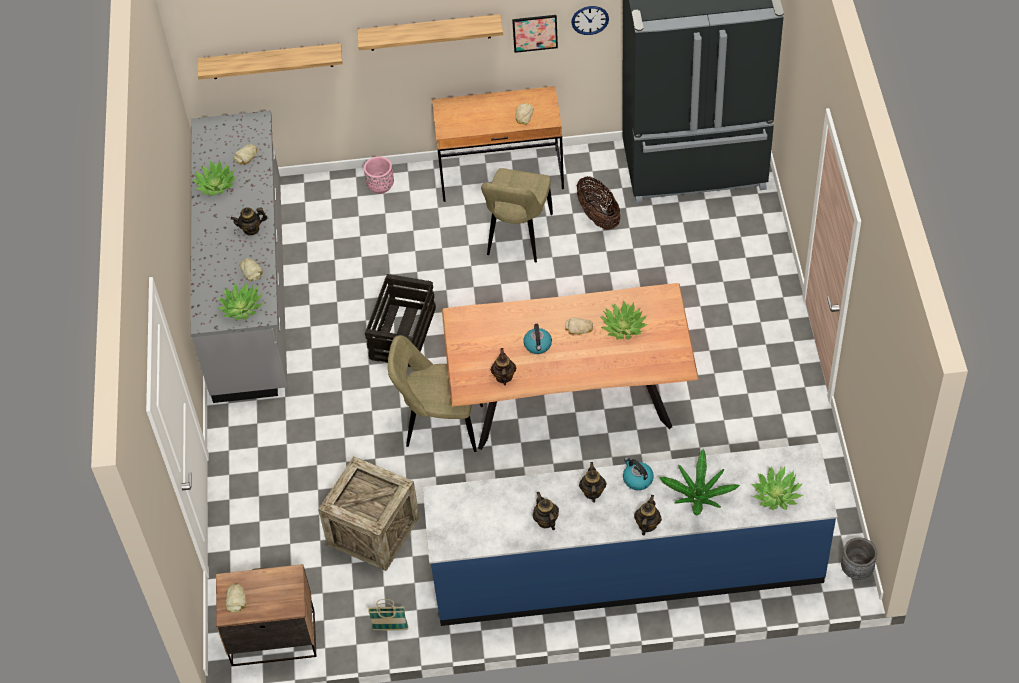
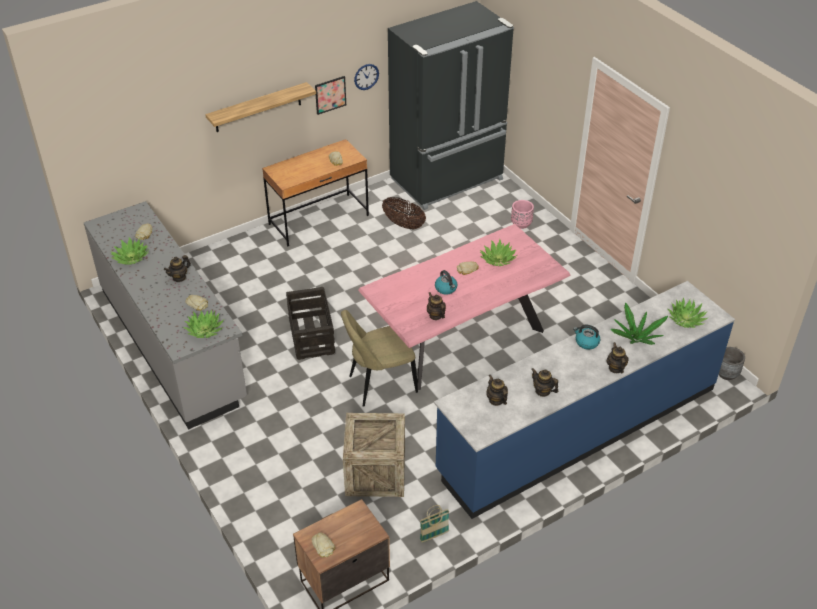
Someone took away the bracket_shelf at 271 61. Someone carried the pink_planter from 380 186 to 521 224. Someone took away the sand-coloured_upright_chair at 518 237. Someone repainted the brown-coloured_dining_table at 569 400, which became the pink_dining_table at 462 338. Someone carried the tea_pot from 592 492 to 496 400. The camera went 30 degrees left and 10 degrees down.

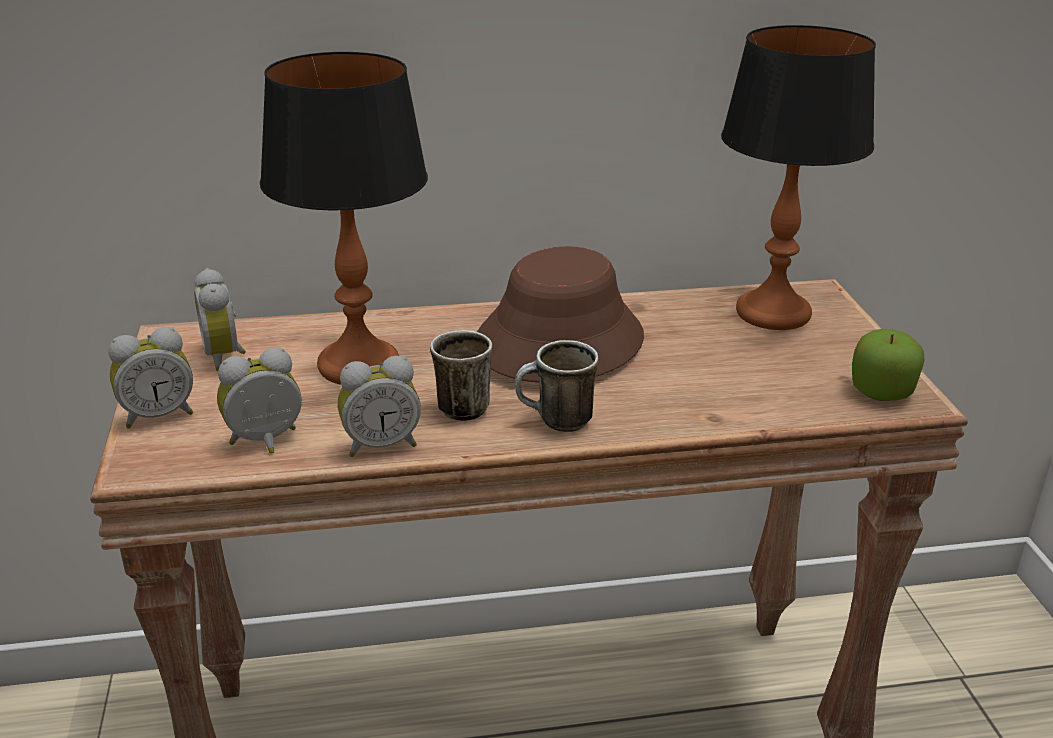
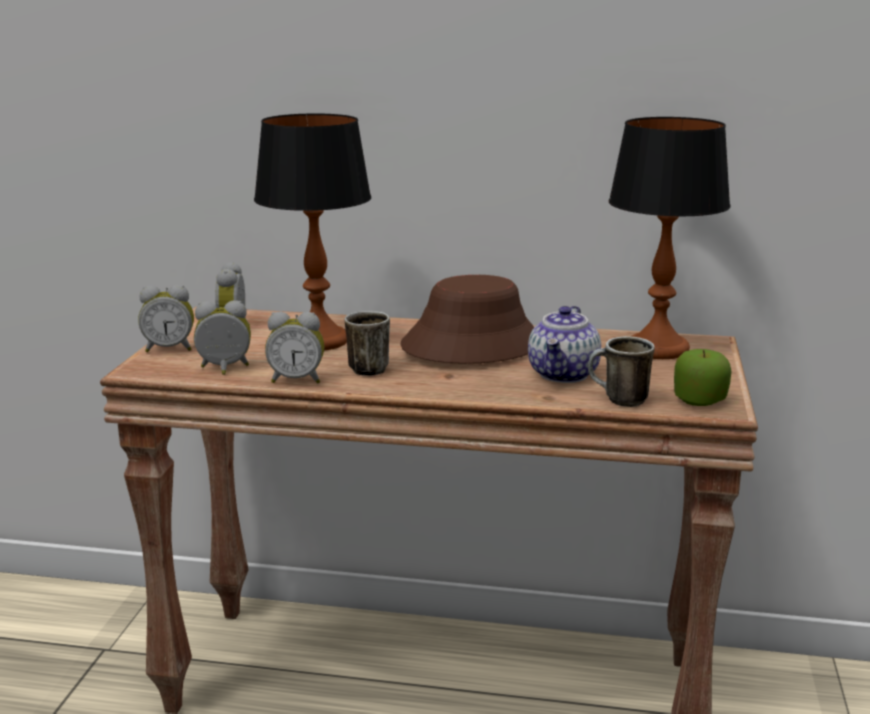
Someone carried the mug from 555 423 to 618 401. Someone put down the tea_pot at 564 375. The camera went 20 degrees right and 10 degrees down.

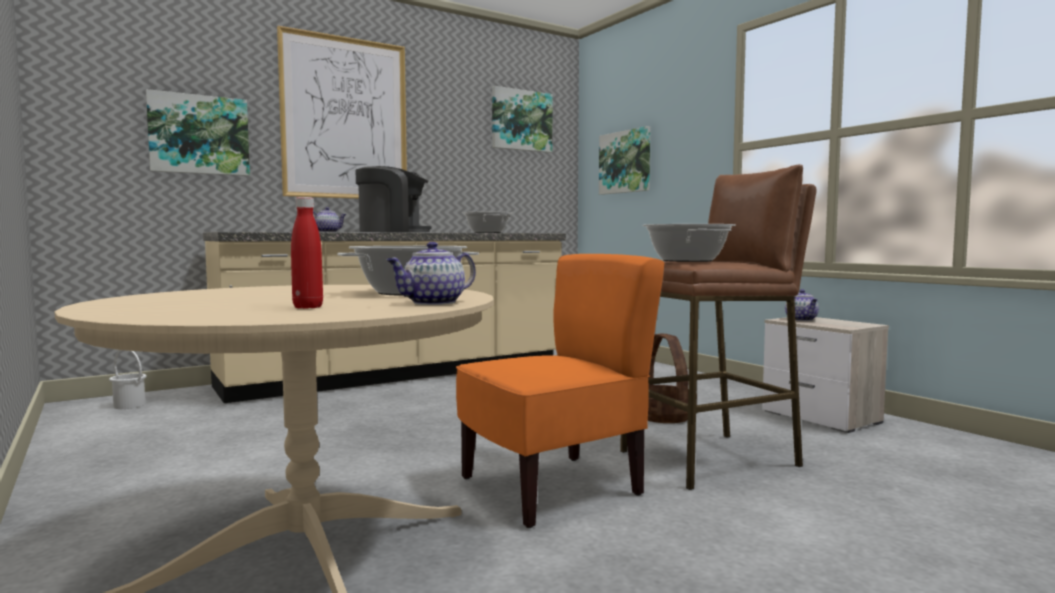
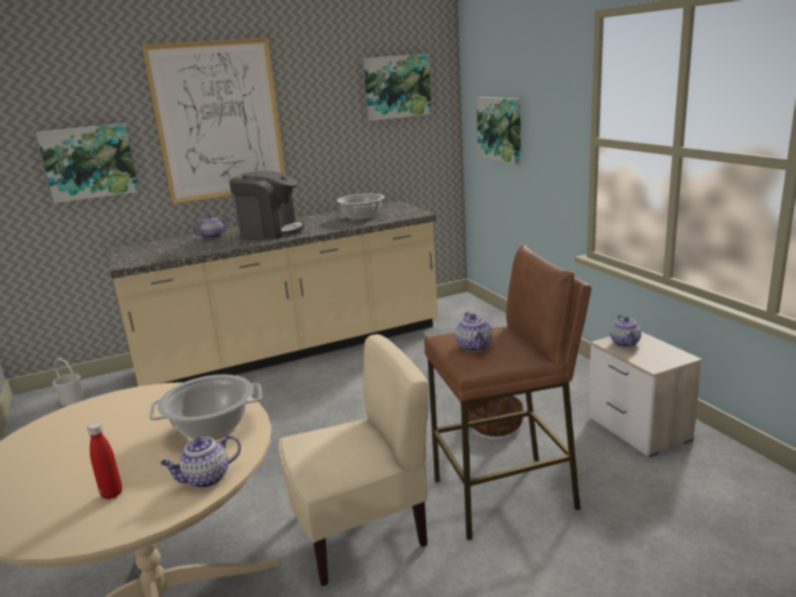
Someone swapped the saucepot at 688 261 for the tea_pot at 474 347. Someone repainted the orangey_upright_chair at 552 488, which became the sand-coloured_upright_chair at 360 532. The camera went 10 degrees right and 15 degrees up.

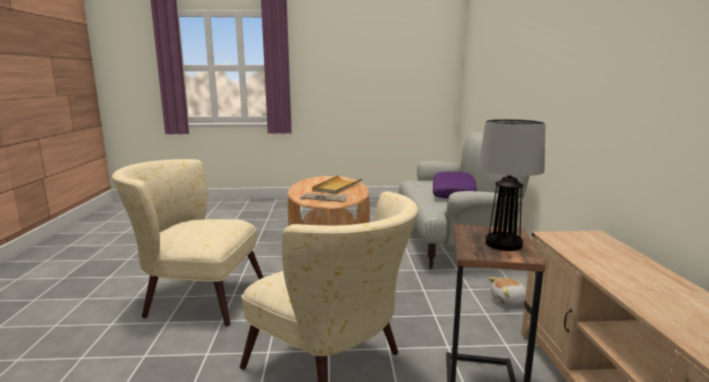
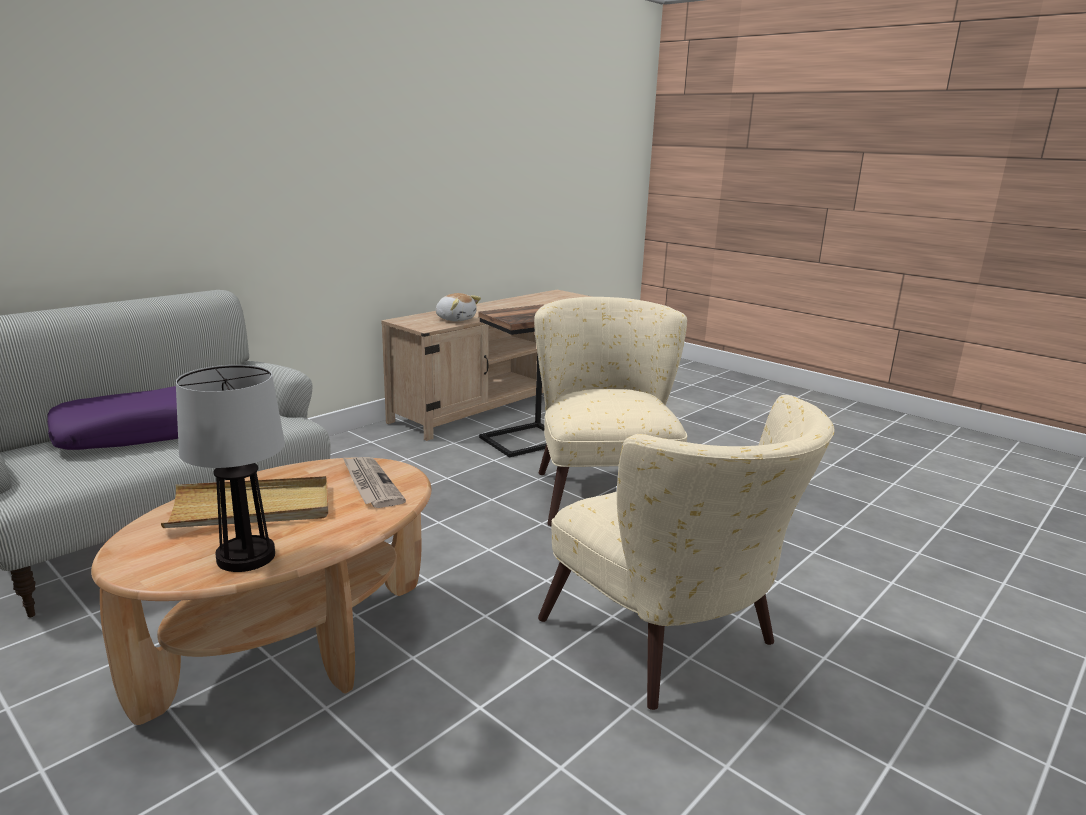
Someone carried the table_lamp from 503 243 to 244 557. Someone carried the plush_toy from 509 301 to 456 319. The camera went 135 degrees left and 5 degrees up.

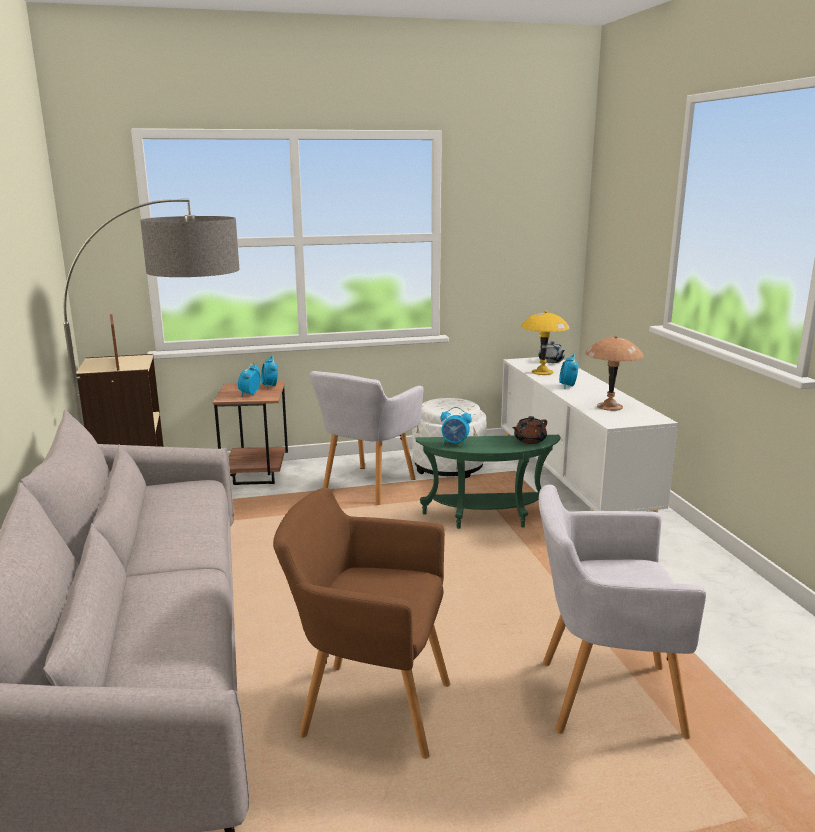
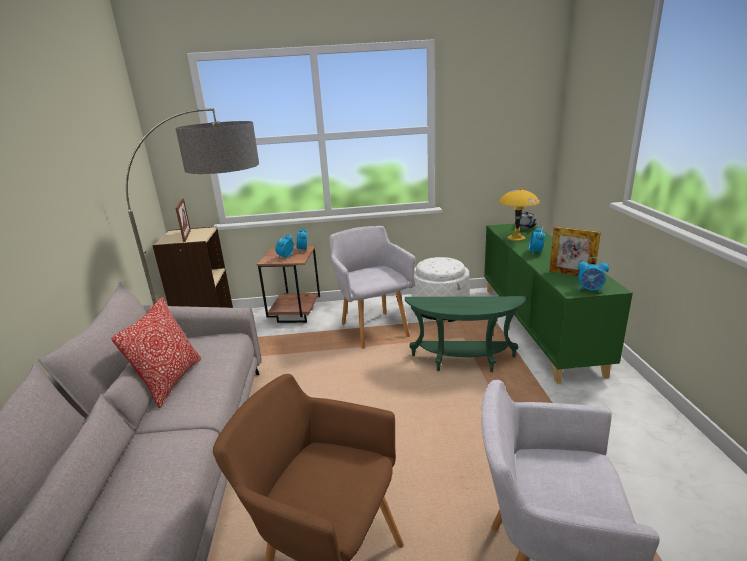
Someone swapped the brown-coloured_table_lamp at 610 406 for the picture_frame at 571 274. Someone repainted the white_storage_cabinet at 571 481, which became the green_storage_cabinet at 538 327. Someone rotated the grey_armchair at 366 487 by 120 degrees clockwise. Someone carried the alarm_clock from 455 443 to 590 290. Someone took away the brown-coloured_tea_pot at 529 440. Someone put down the throw_pillow at 170 381. The camera went 10 degrees right and 5 degrees up.

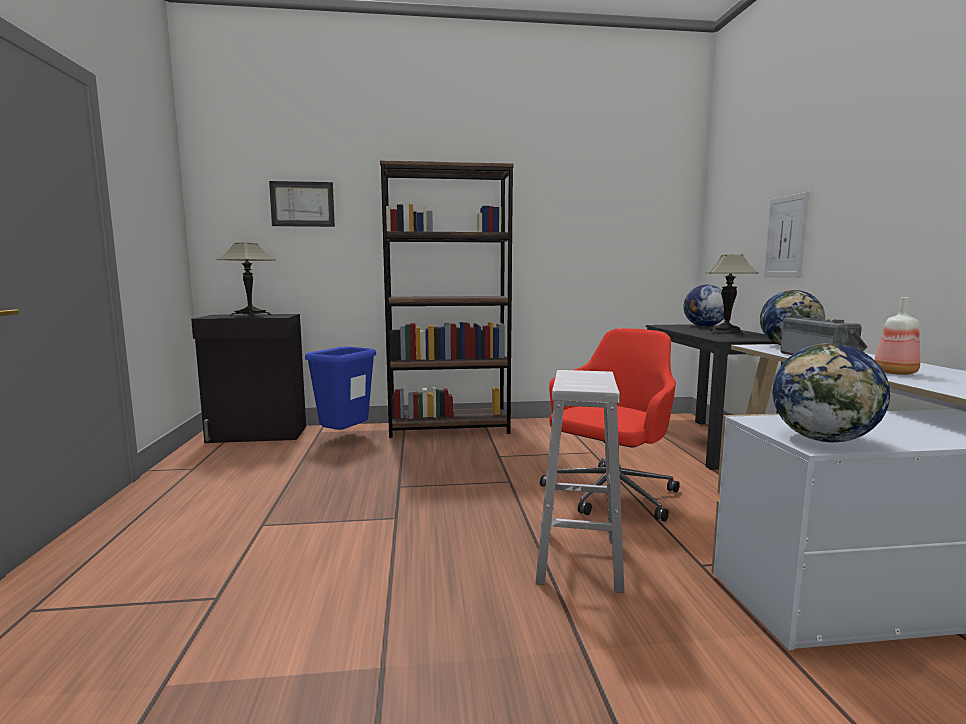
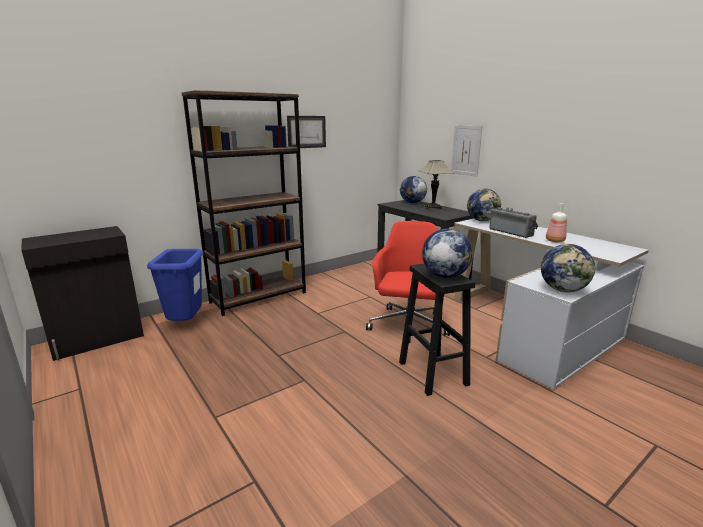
Someone carried the wall_picture from 302 204 to 306 132. Someone took away the table_lamp at 251 315. Someone repainted the white_stool_seat at 578 558, which became the black-coloured_stool_seat at 432 373. Someone put down the desk_globe at 444 276. The camera went 30 degrees left and 10 degrees up.

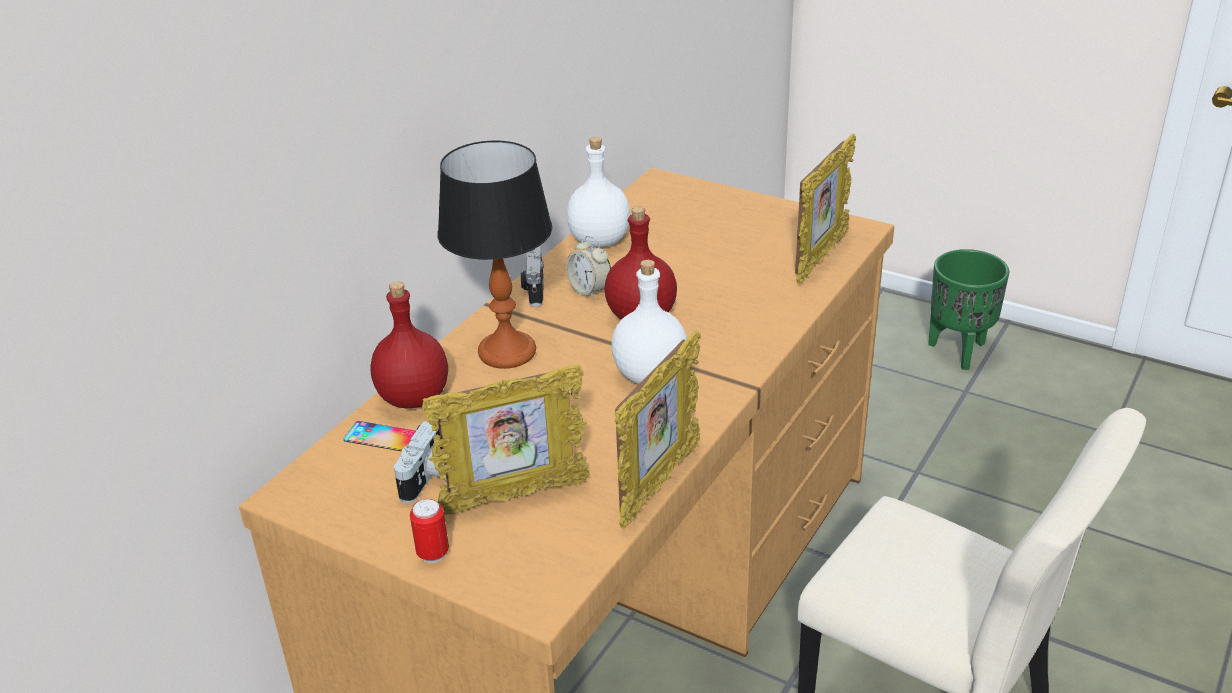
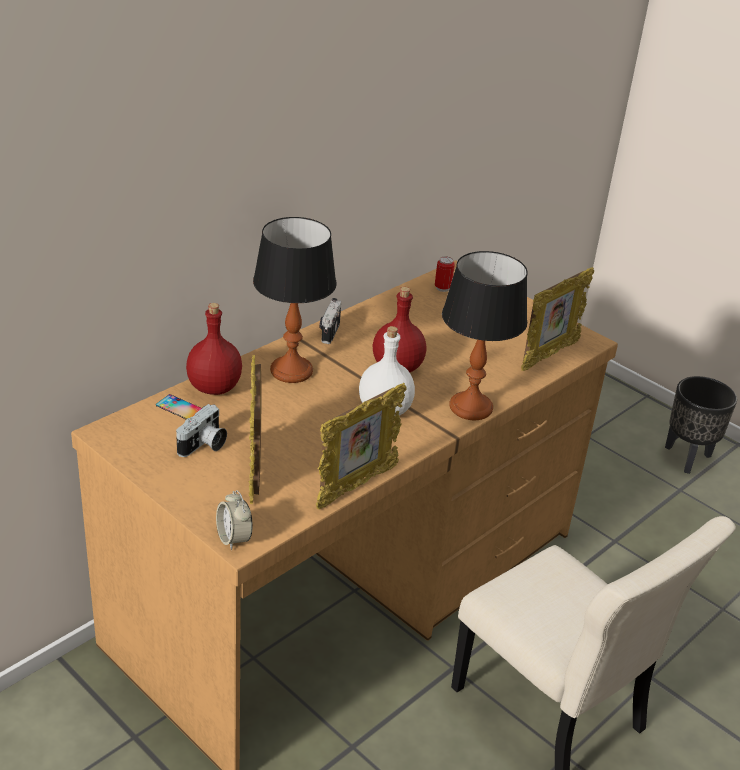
Someone took away the white_bottle at 600 240. Someone carried the alarm_clock from 589 290 to 234 538. Someone repainted the green_planter at 959 351, which became the black-coloured_planter at 688 458. Someone rotated the picture_frame at 514 497 by 90 degrees clockwise. Someone carried the can from 433 554 to 442 288. Someone put down the table_lamp at 471 407. The camera went 10 degrees right and 0 degrees up.

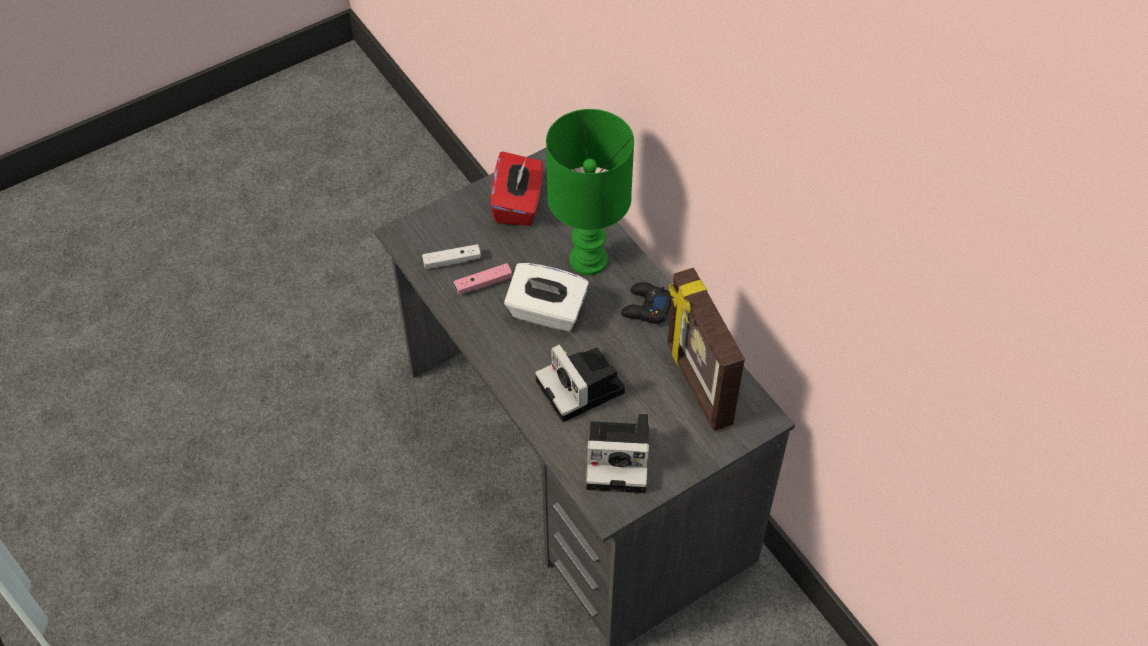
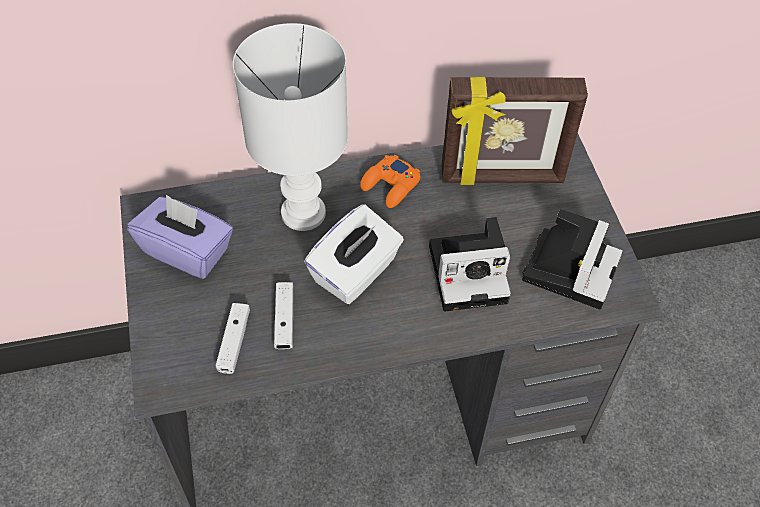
Someone repainted the green_table_lamp at 588 259, which became the white_table_lamp at 302 212. Someone repainted the red_tissue_holder at 518 204, which became the purple_tissue_holder at 187 251. Someone repainted the pink_joypad at 483 283, which became the white_joypad at 284 320. Someone repainted the black-coloured_joypad at 646 308, which became the orangey_joypad at 390 186. The camera went 70 degrees left and 0 degrees up.

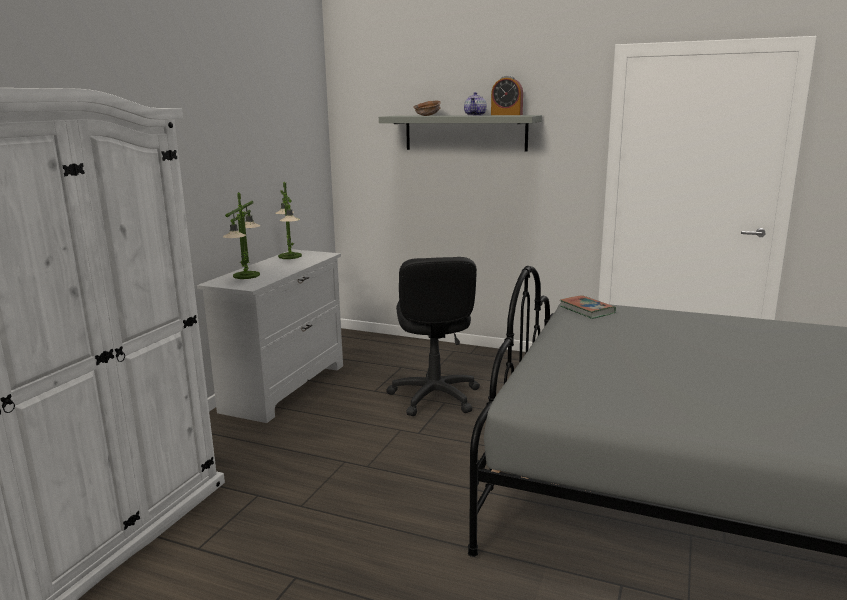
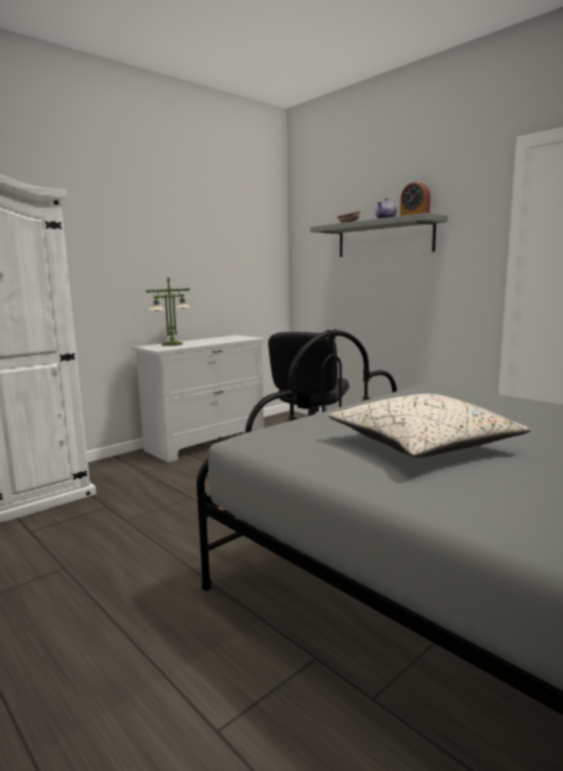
Someone took away the table_lamp at 290 256. Someone took away the volume at 587 310. Someone put down the sand-coloured_throw_pillow at 423 446. The camera went 25 degrees right and 5 degrees down.

